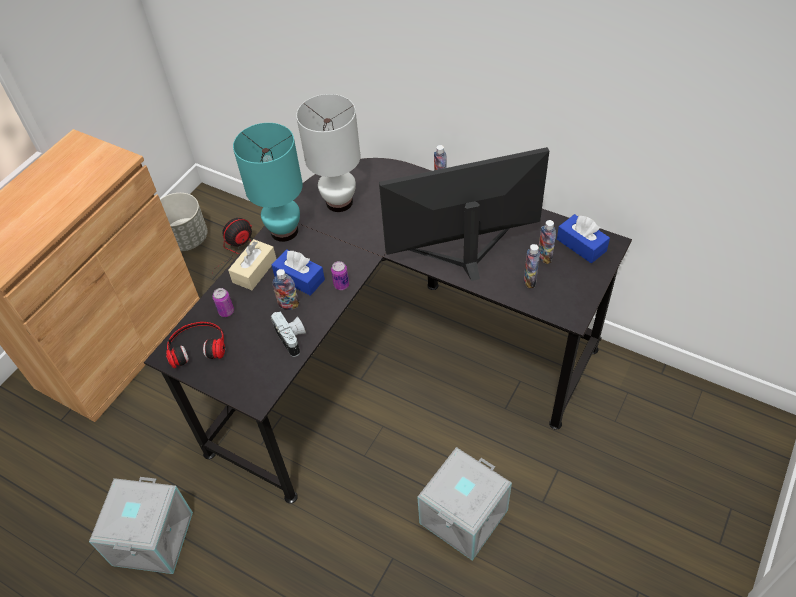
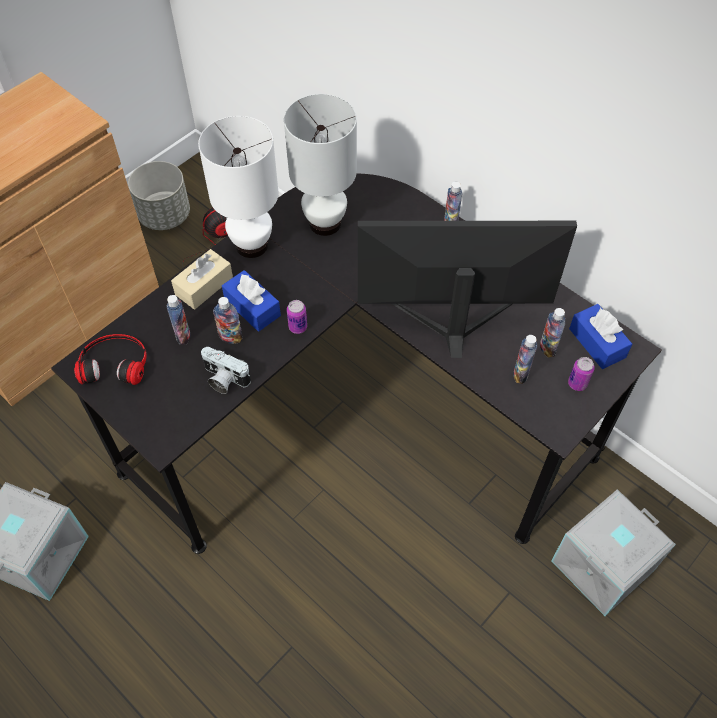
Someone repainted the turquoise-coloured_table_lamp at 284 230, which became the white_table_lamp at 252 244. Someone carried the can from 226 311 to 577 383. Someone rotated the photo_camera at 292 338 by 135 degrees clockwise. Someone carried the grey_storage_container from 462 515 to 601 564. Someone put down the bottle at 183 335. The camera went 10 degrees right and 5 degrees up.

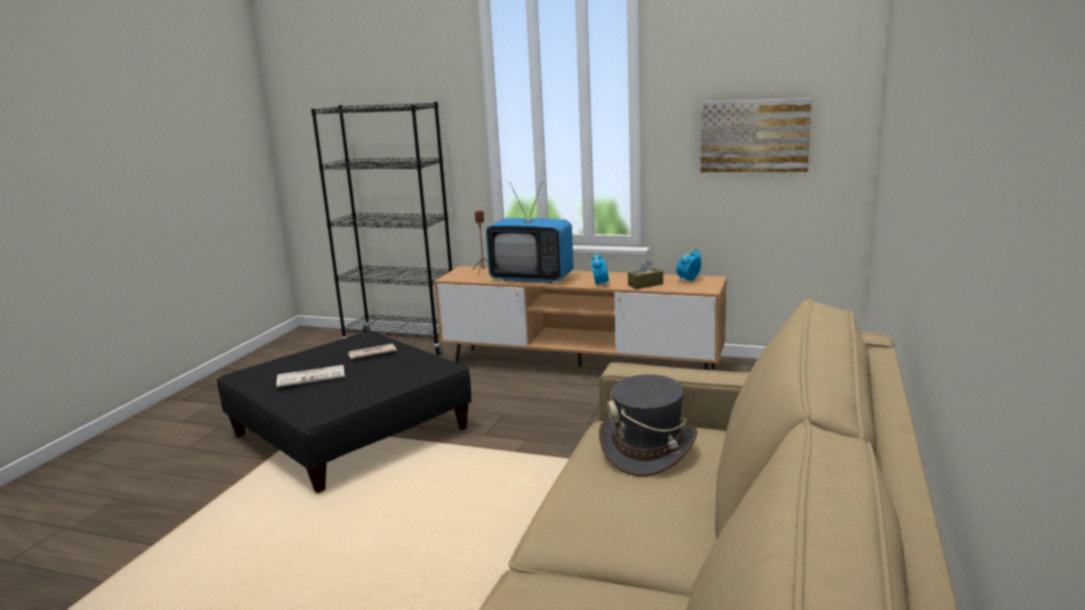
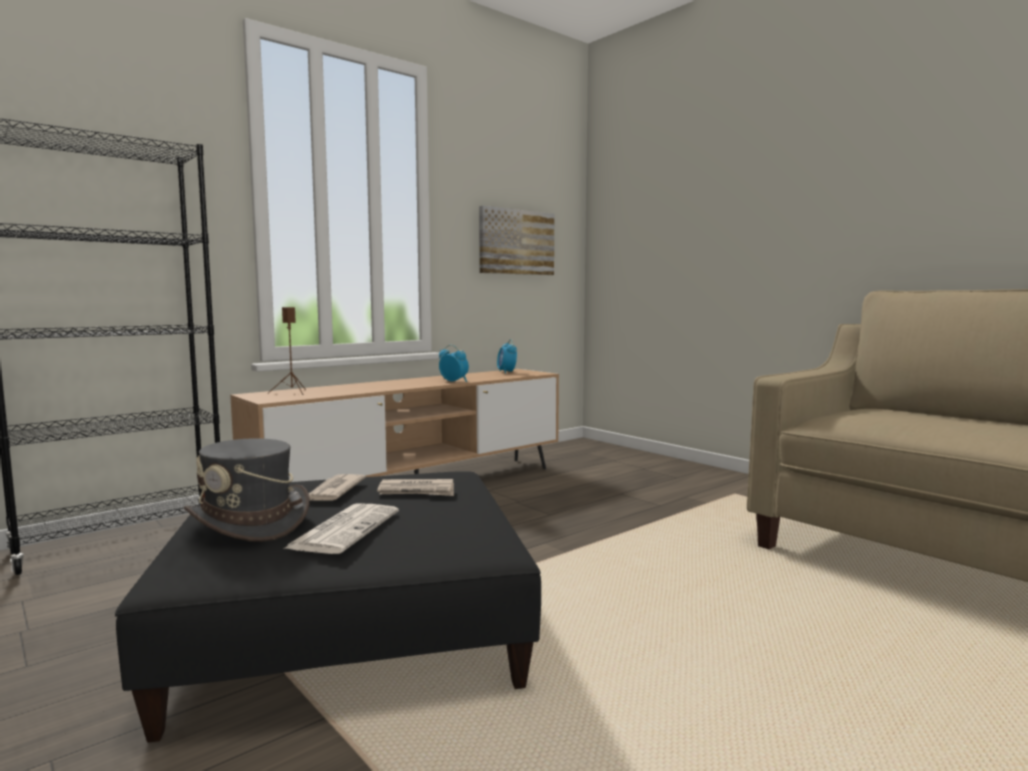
Someone took away the TV_set at 532 278. Someone took away the brown-coloured_tissue_holder at 645 284. Someone carried the grey_clothing_hat from 648 449 to 250 522. Someone put down the newspaper at 417 491. The camera went 60 degrees left and 10 degrees down.

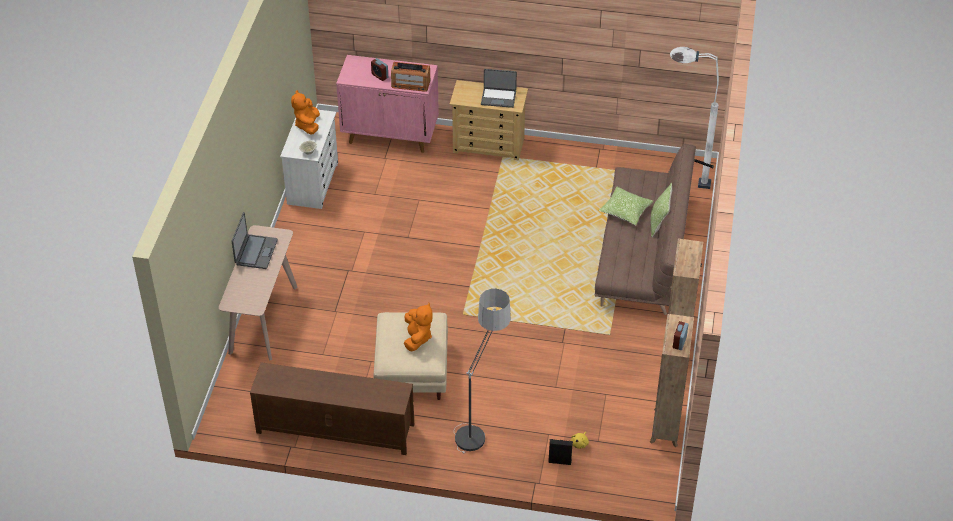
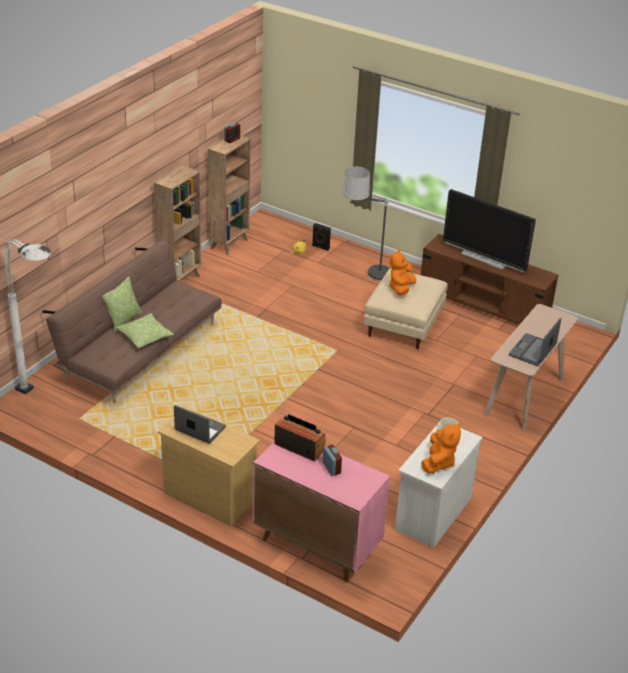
Someone put down the TV_set at 484 258. The camera went 160 degrees left and 10 degrees down.

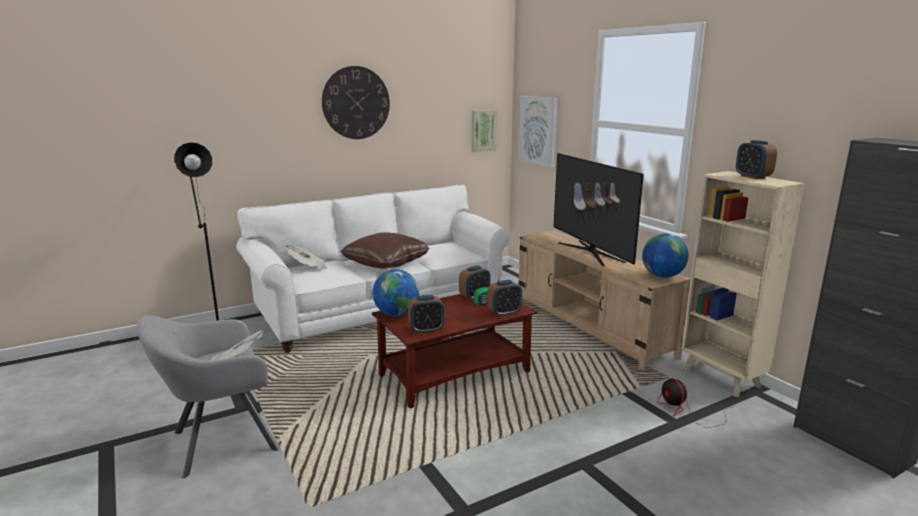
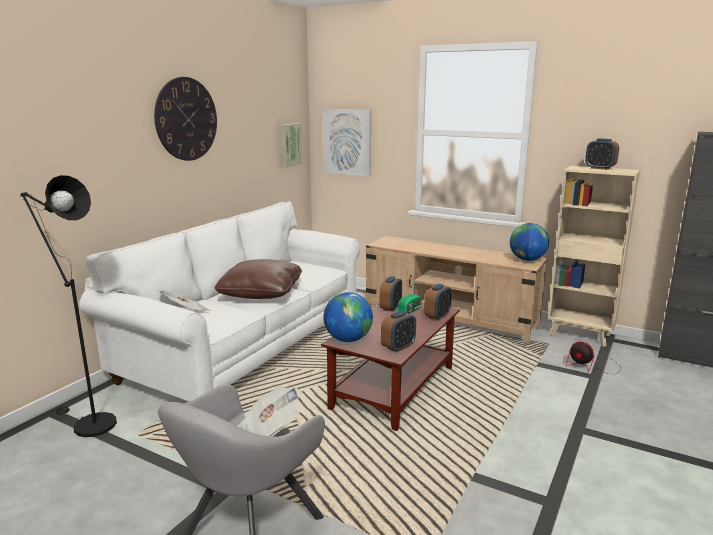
Someone took away the TV_set at 590 252. The camera went 30 degrees left and 0 degrees up.

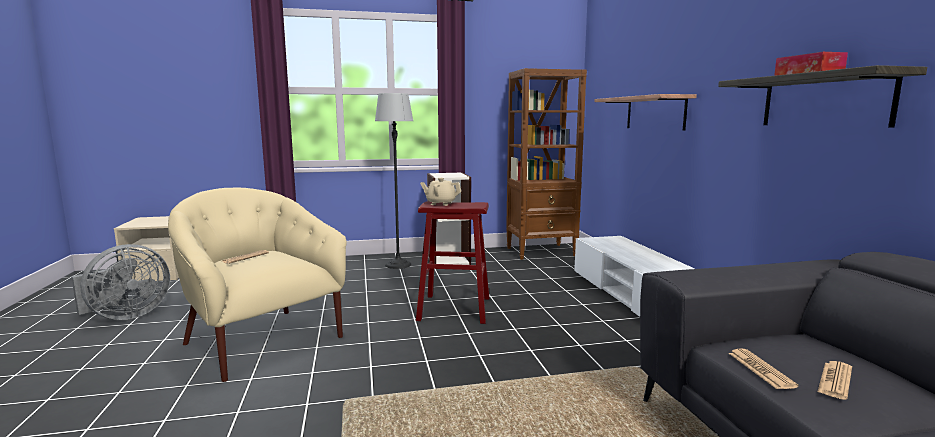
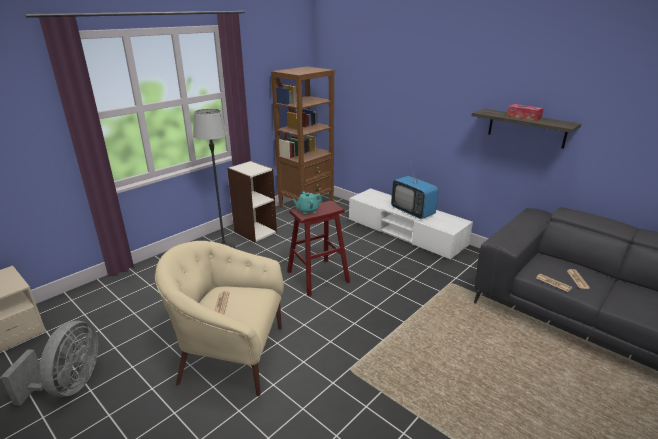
Someone took away the bracket_shelf at 655 113. Someone repainted the sand-coloured_tea_pot at 441 203, which became the turquoise-coloured_tea_pot at 307 210. Someone put down the TV_set at 412 212. The camera went 35 degrees left and 15 degrees up.

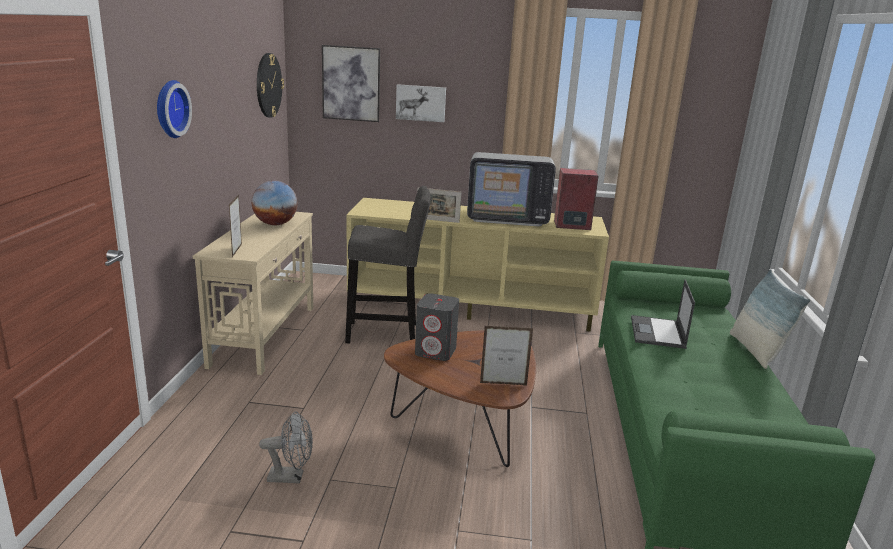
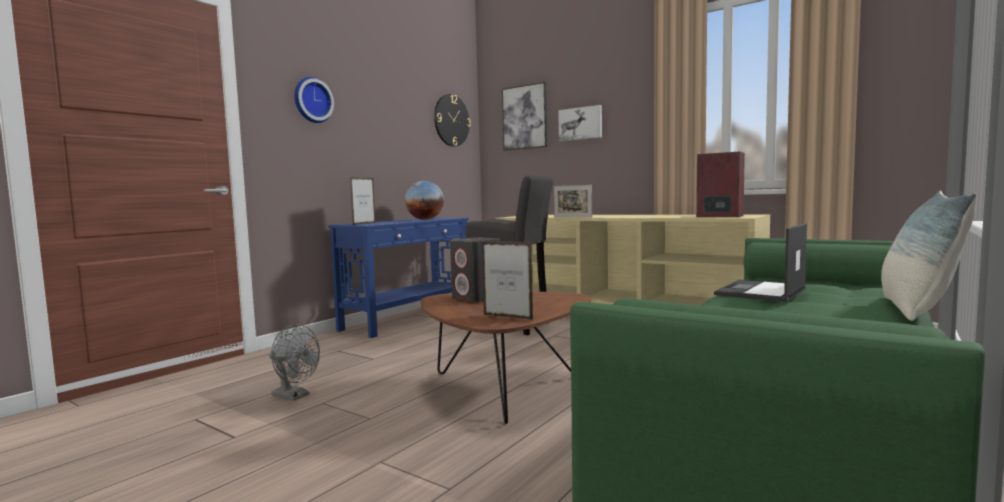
Someone took away the TV_set at 507 218. Someone repainted the sand-coloured_hall_table at 265 335, which became the blue_hall_table at 409 319. The camera went 30 degrees right and 15 degrees down.

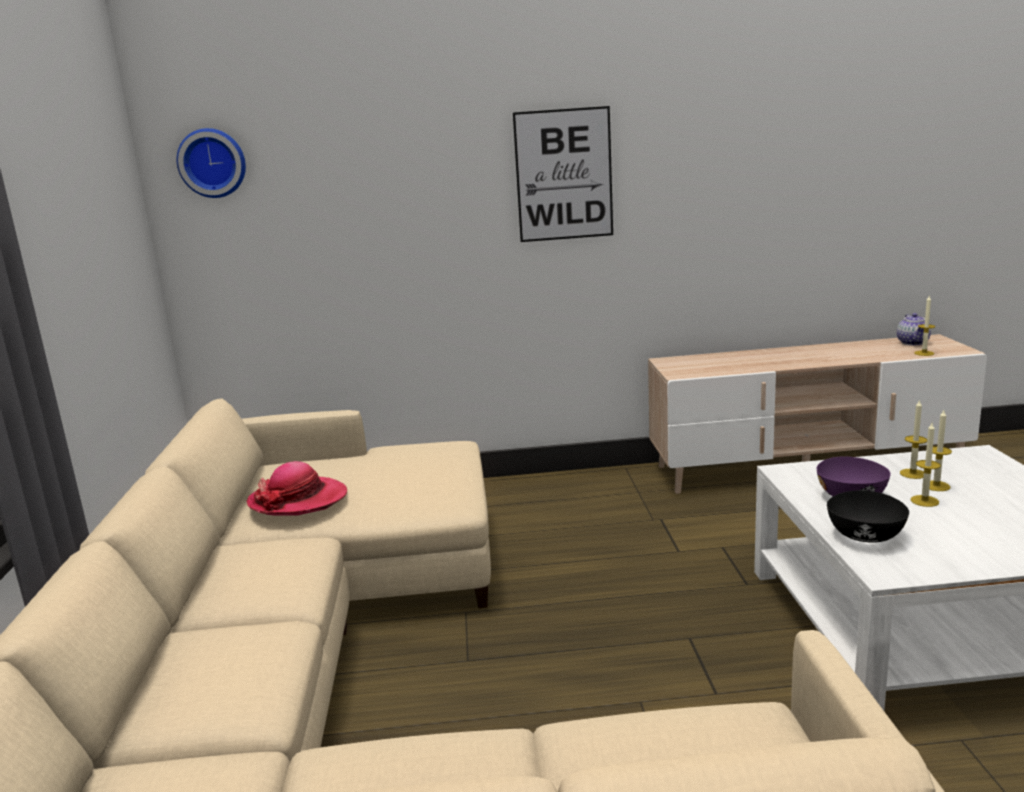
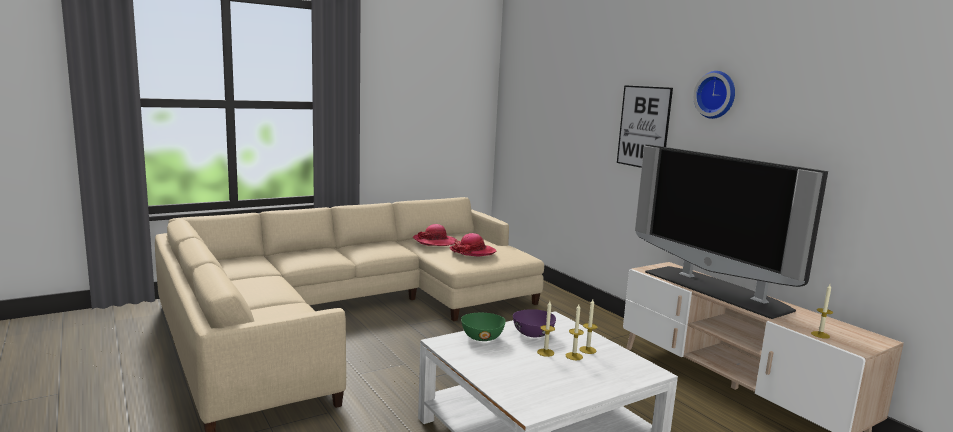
Someone carried the wall_clock from 213 163 to 716 94. Someone took away the tea_pot at 913 343. Someone repainted the black-coloured_serving_bowl at 864 535, which became the green_serving_bowl at 482 337. Someone put down the TV_set at 716 290. Someone put down the clothing_hat at 472 251. The camera went 60 degrees right and 5 degrees down.

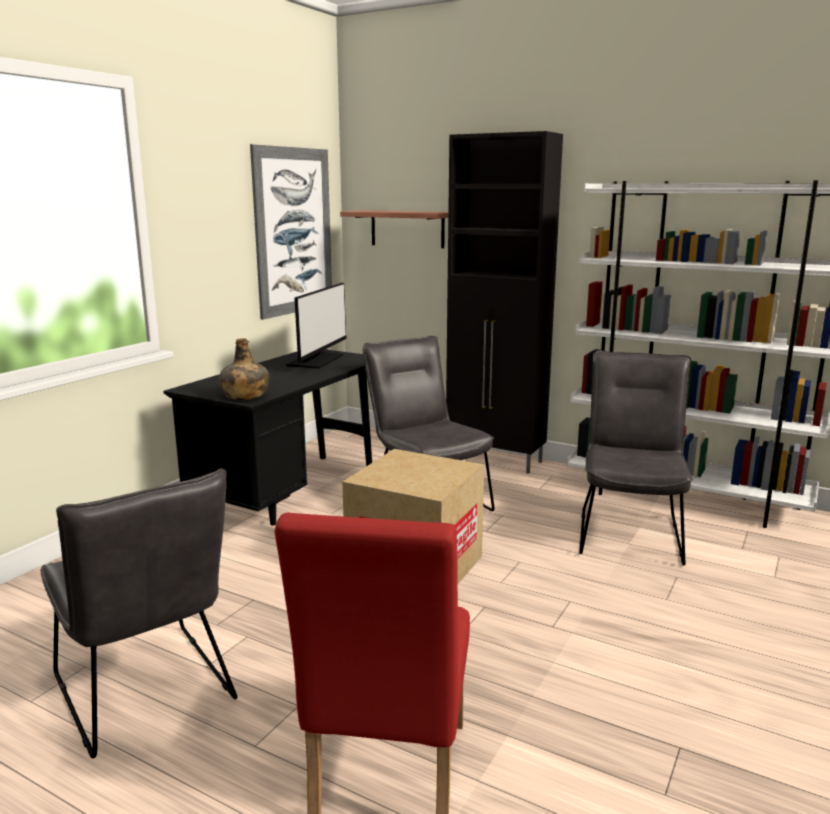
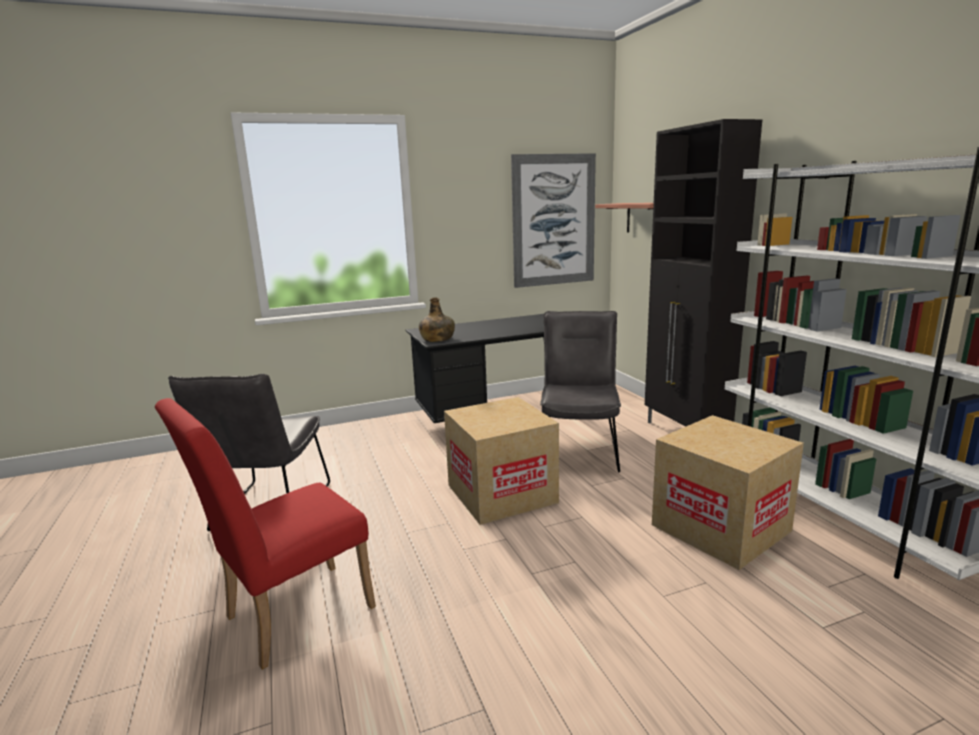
Someone took away the computer_screen at 316 360. Someone swapped the grey_upright_chair at 629 532 for the cardboard_box at 720 528. The camera went 40 degrees right and 0 degrees up.

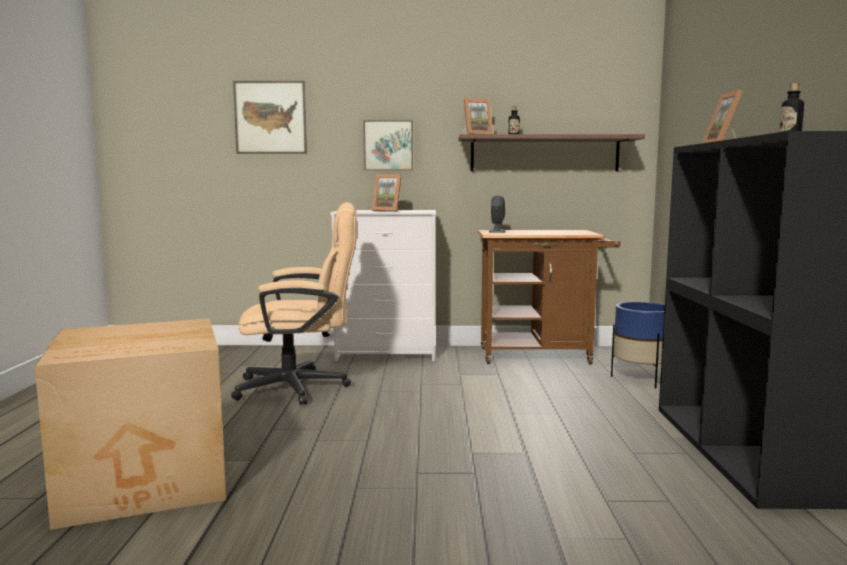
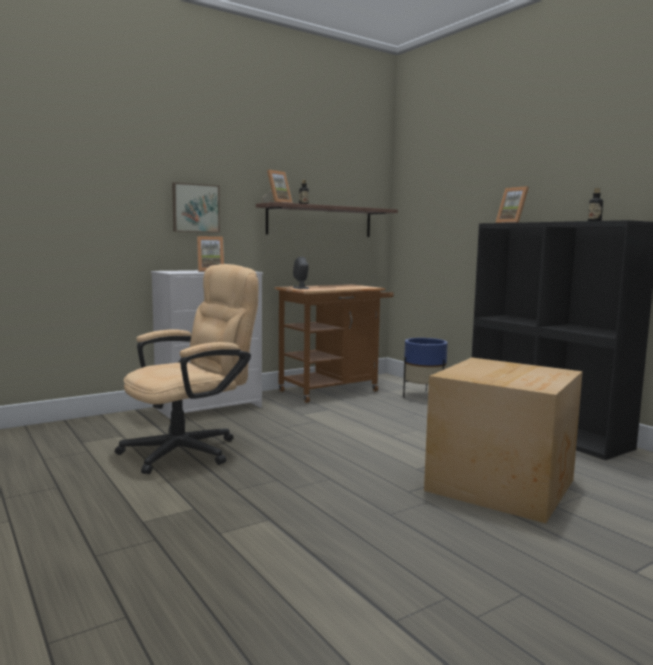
Someone took away the wall_picture at 270 117. Someone carried the cardboard_box from 147 480 to 503 485. The camera went 35 degrees left and 0 degrees up.

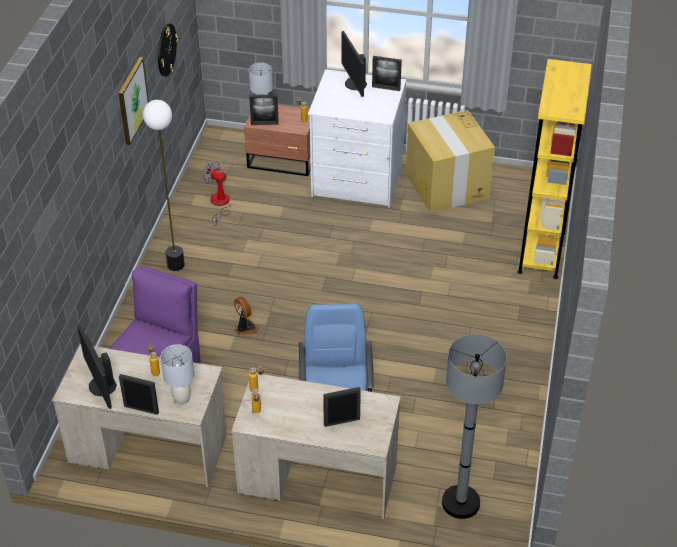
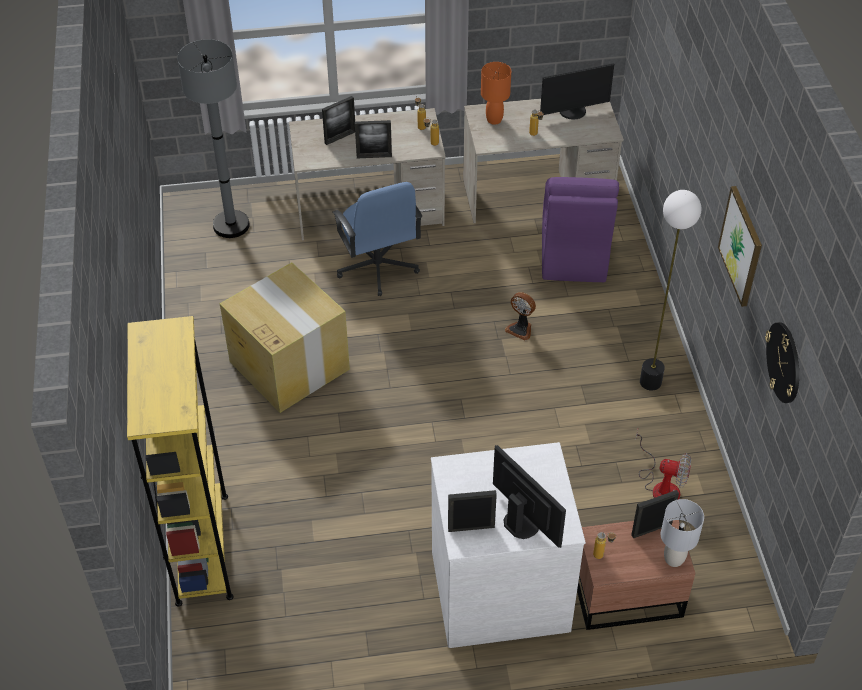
Someone carried the cardboard_box from 447 186 to 288 364. Someone rotated the computer_screen at 101 386 by 120 degrees clockwise. Someone repainted the grey_table_lamp at 181 399, which became the orangey_table_lamp at 494 119. Someone carried the picture_frame from 141 409 to 374 156. The camera went 160 degrees right and 5 degrees up.

